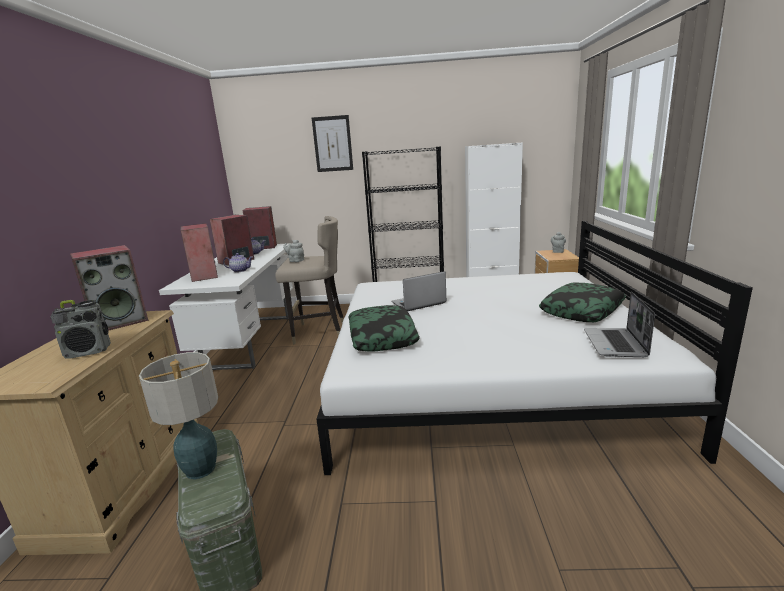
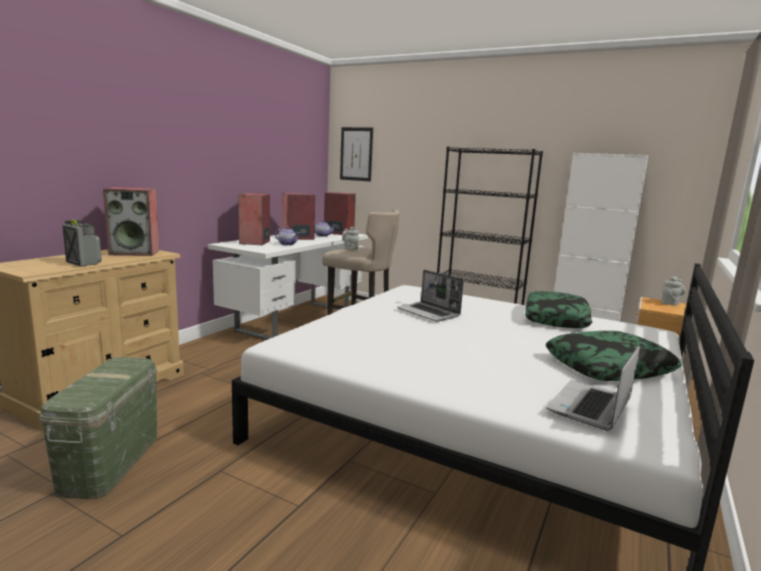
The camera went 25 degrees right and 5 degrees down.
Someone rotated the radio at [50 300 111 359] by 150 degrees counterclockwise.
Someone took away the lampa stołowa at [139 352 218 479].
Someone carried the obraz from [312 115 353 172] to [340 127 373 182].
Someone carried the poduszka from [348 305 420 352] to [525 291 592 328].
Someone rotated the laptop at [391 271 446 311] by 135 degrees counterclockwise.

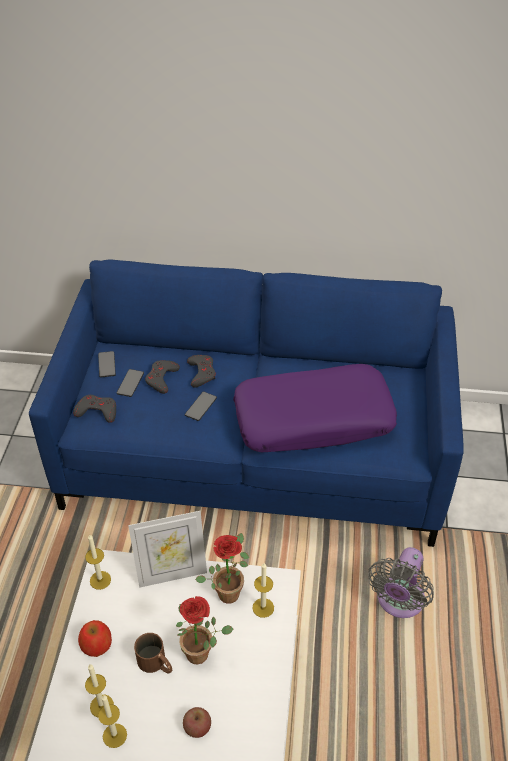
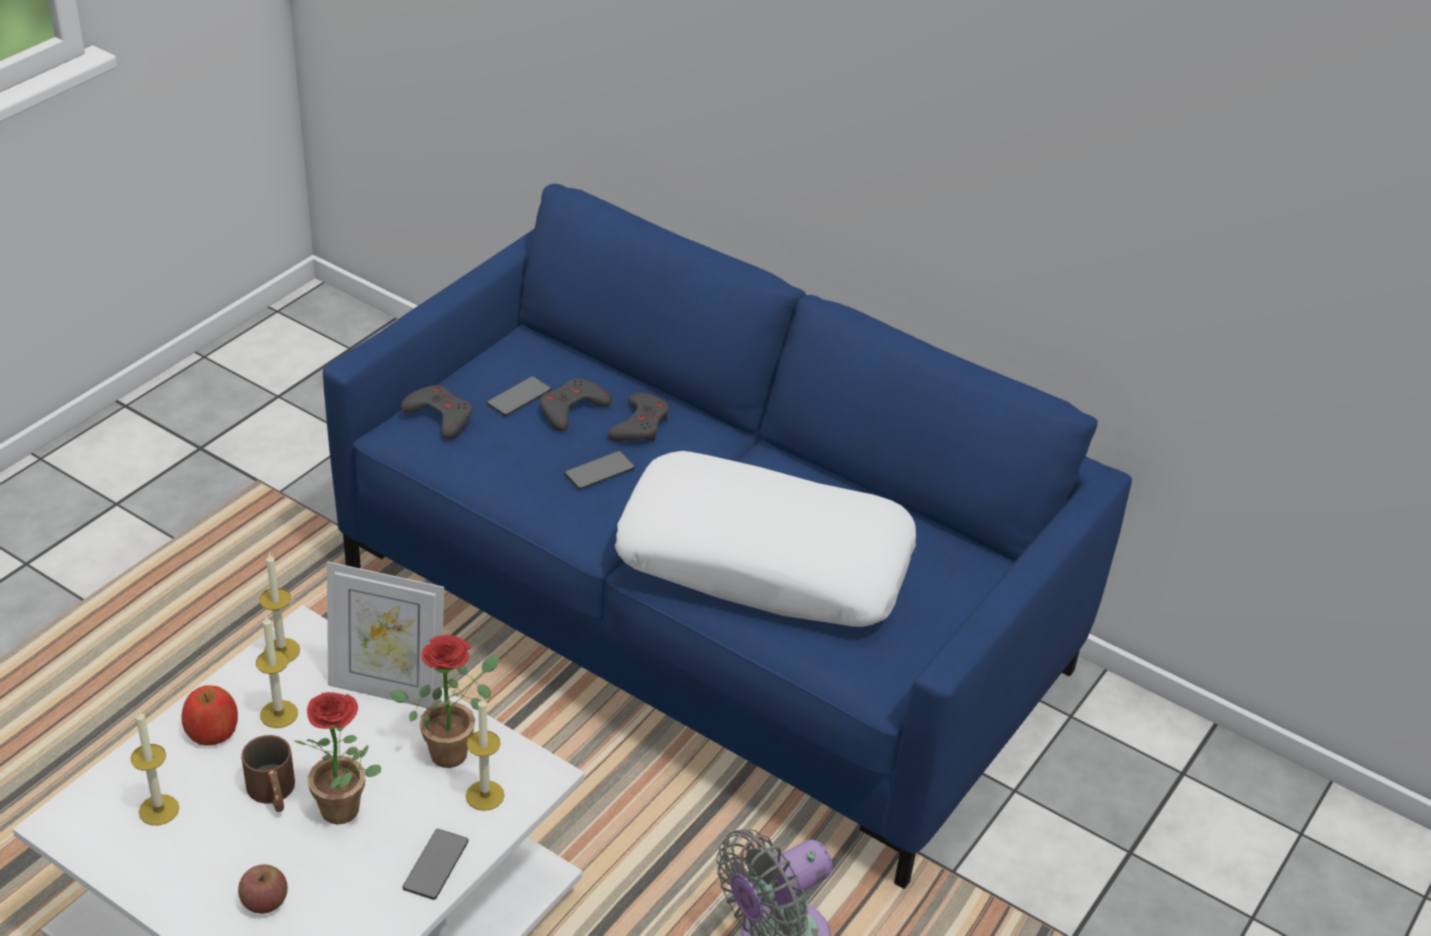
The camera went 25 degrees right and 5 degrees down.
Someone carried the telefon from [98 351 116 378] to [403 829 468 900].
Someone carried the świeca from [98 695 127 748] to [256 616 298 728].
Someone repainted the poduszka (fioletowy) at [233 364 397 452], which became the poduszka (biały) at [615 451 916 627].

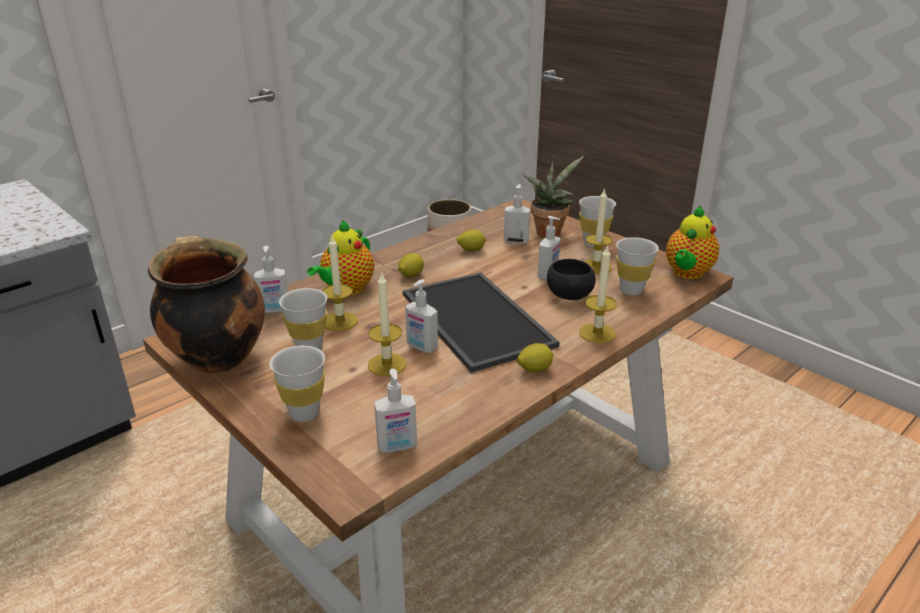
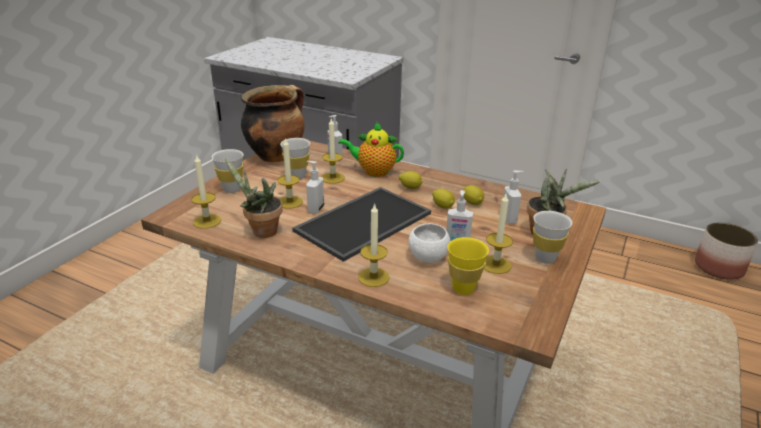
The camera went 70 degrees right and 0 degrees up.
Someone swapped the dozownik mydła at [374 369 417 453] for the świeca at [191 154 221 229].
Someone carried the cytryna from [517 343 554 373] to [432 189 455 209].
Someone repainted the miska (czarny) at [547 259 596 300], which became the miska (biały) at [408 223 450 263].
Someone repainted the filiżanka (biały) at [616 237 659 296], which became the filiżanka (żółty) at [448 237 489 295].
Someone took away the imbryk at [666 205 719 279].
Someone put down the roślina doniczkowa at [225 158 282 238].

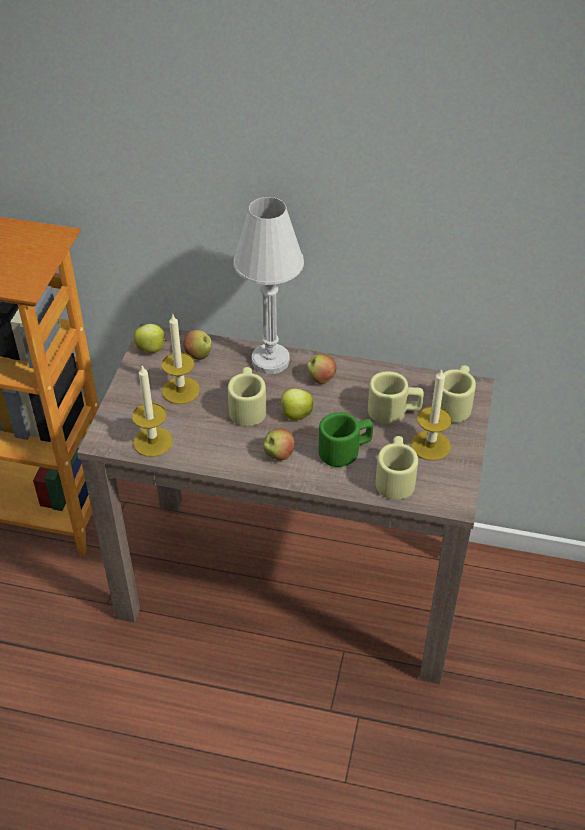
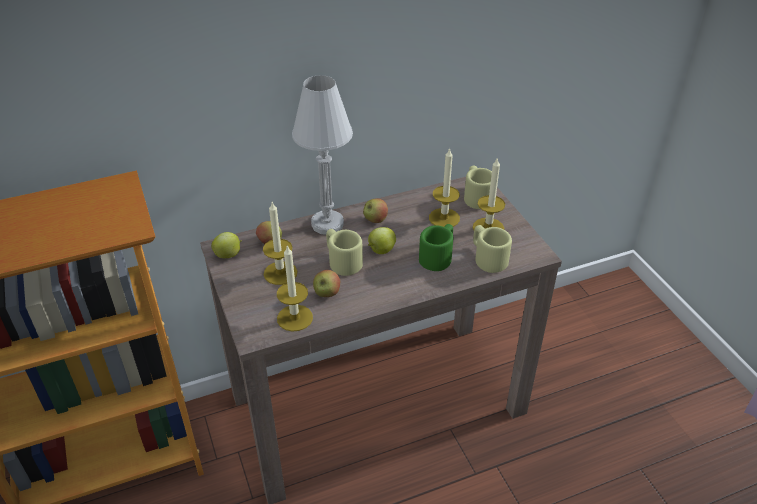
The camera went 35 degrees left and 5 degrees down.
Someone carried the jabłko from [263 429 295 460] to [313 270 340 297].
Someone swapped the kubek (beżowy) at [368 371 424 424] for the świeca at [429 148 460 227].

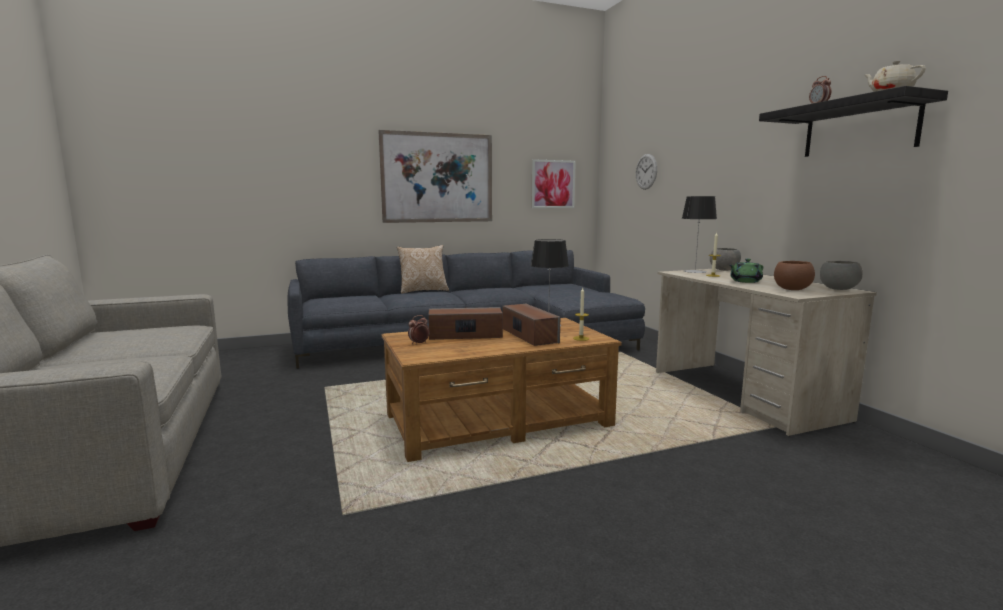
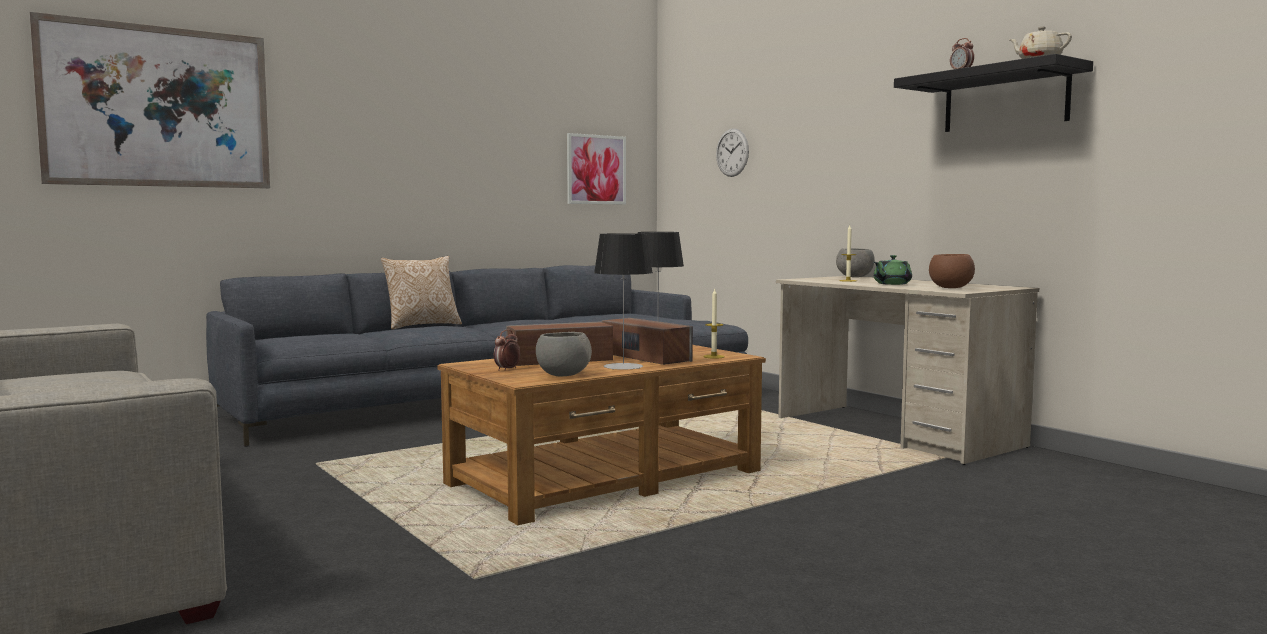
The camera went 15 degrees left and 5 degrees down.
Someone carried the obraz from [378 130 492 223] to [30 12 270 188].
Someone carried the lampa stołowa from [682 196 717 273] to [594 233 653 370].
Someone carried the miska (szary) from [820 261 863 290] to [536 332 592 376].

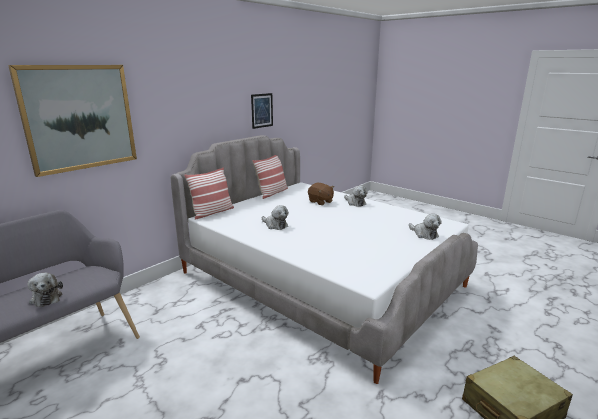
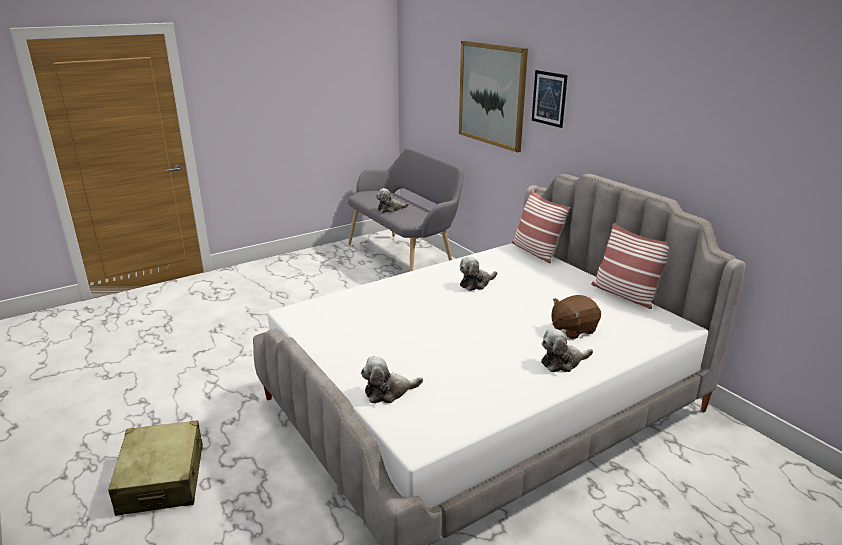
The camera went 105 degrees right and 5 degrees up.
Someone carried the obraz from [251 93 273 129] to [532 70 568 128].

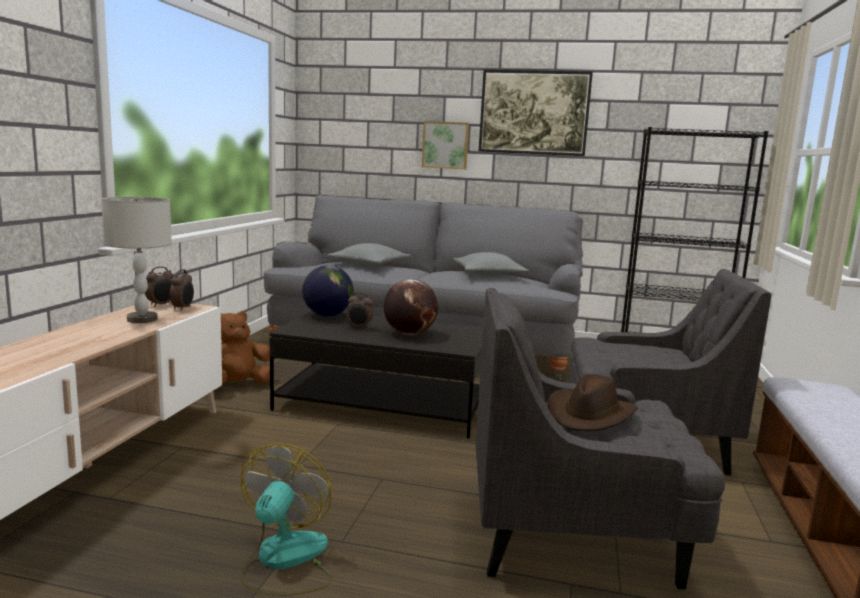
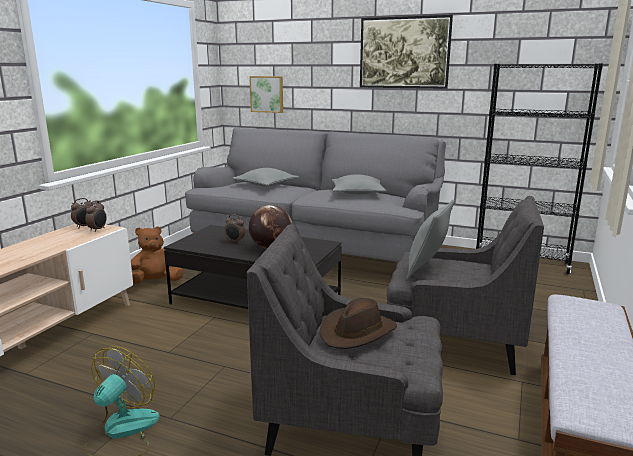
The camera went 10 degrees right and 5 degrees up.
Someone took away the lampa stołowa (szary) at [101 197 172 323].
Someone took away the globus at [302 265 354 316].
Someone carried the obraz from [422 121 469 169] to [249 76 283 113].
Someone put down the poduszka (szary) at [406 199 455 280].

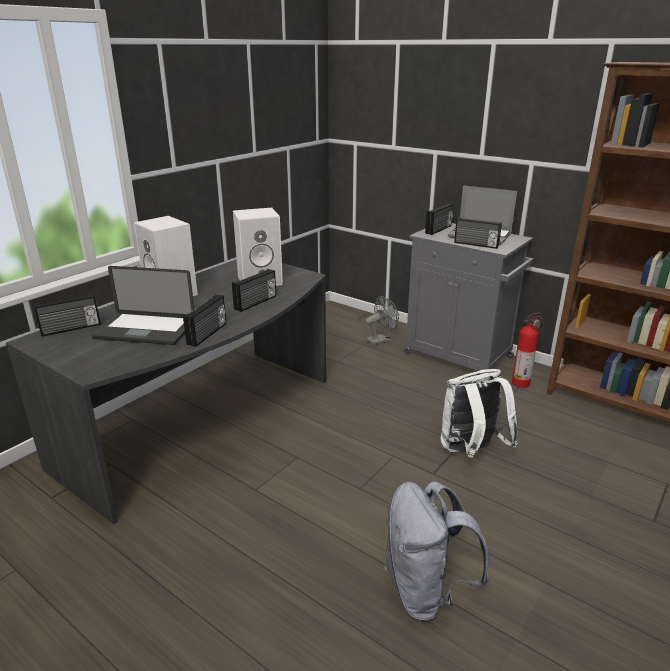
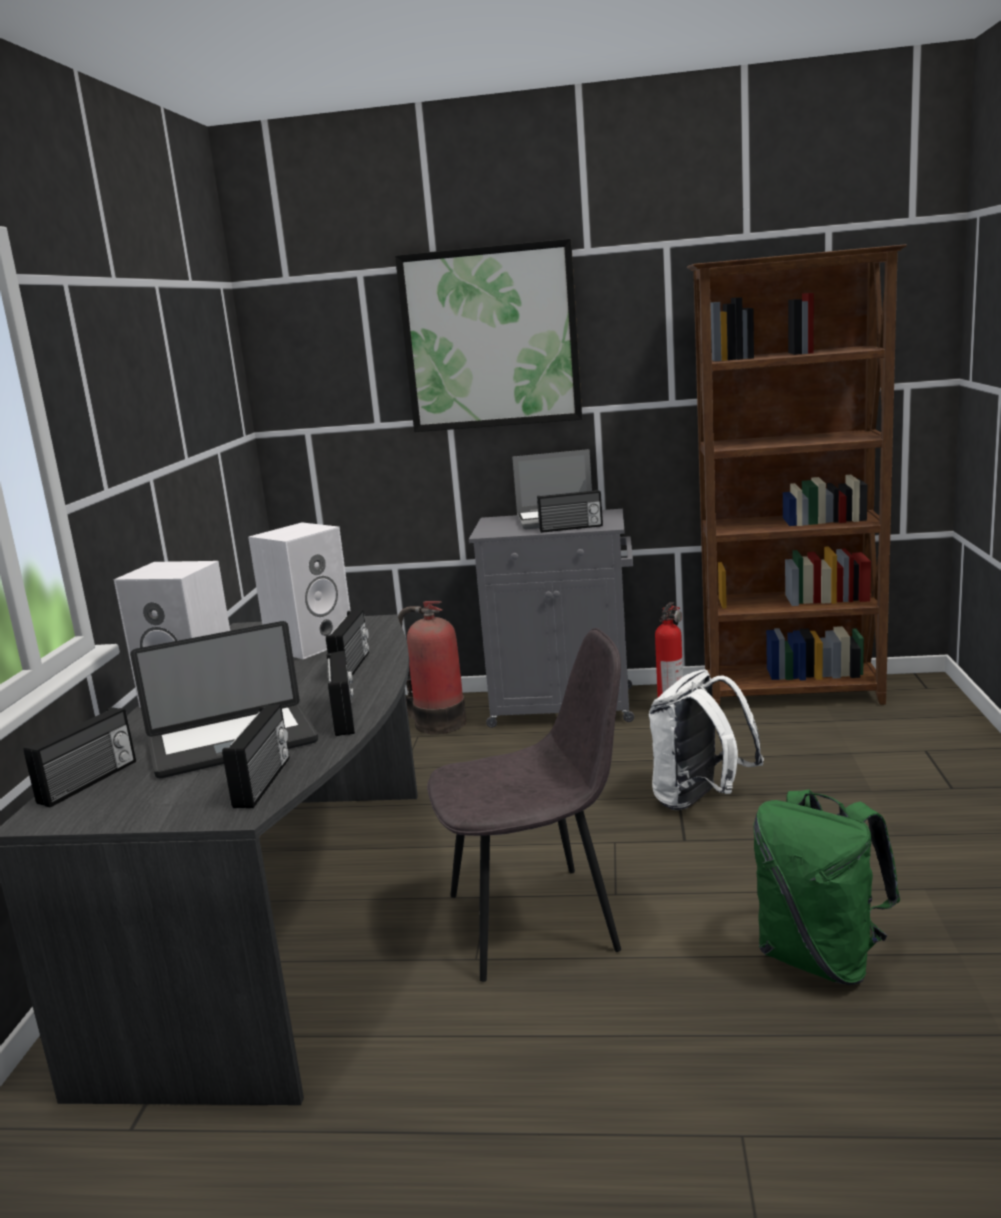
The camera went 30 degrees left and 10 degrees down.
Someone swapped the wentylator (szary) at [365 296 399 345] for the gaśnica at [398 601 467 734].
Someone repainted the plecak (szary) at [384 481 489 621], which became the plecak (zielony) at [753 789 900 985].
Someone carried the radio from [425 203 453 235] to [222 704 290 808].
Someone put up the obraz at [395 238 582 432].
Someone put down the krzesło (szary) at [427 628 621 982].

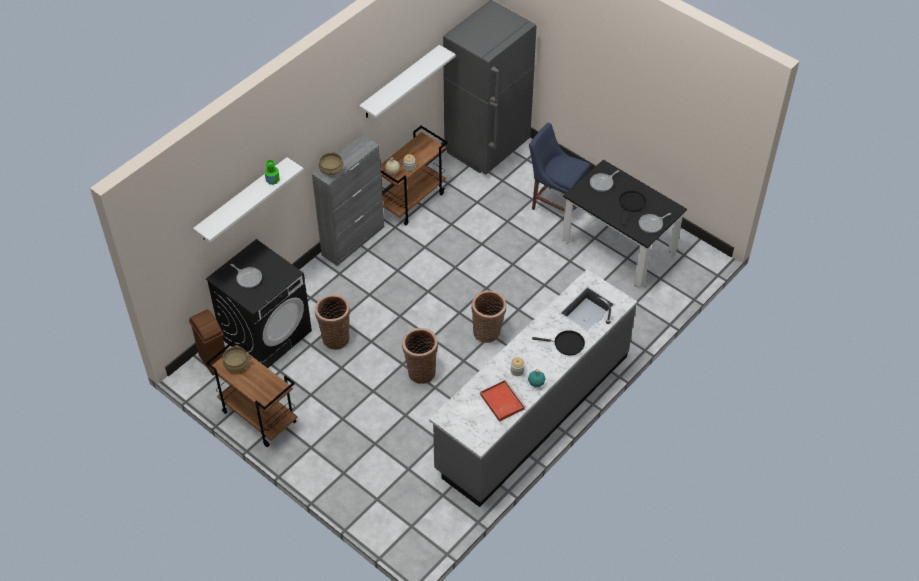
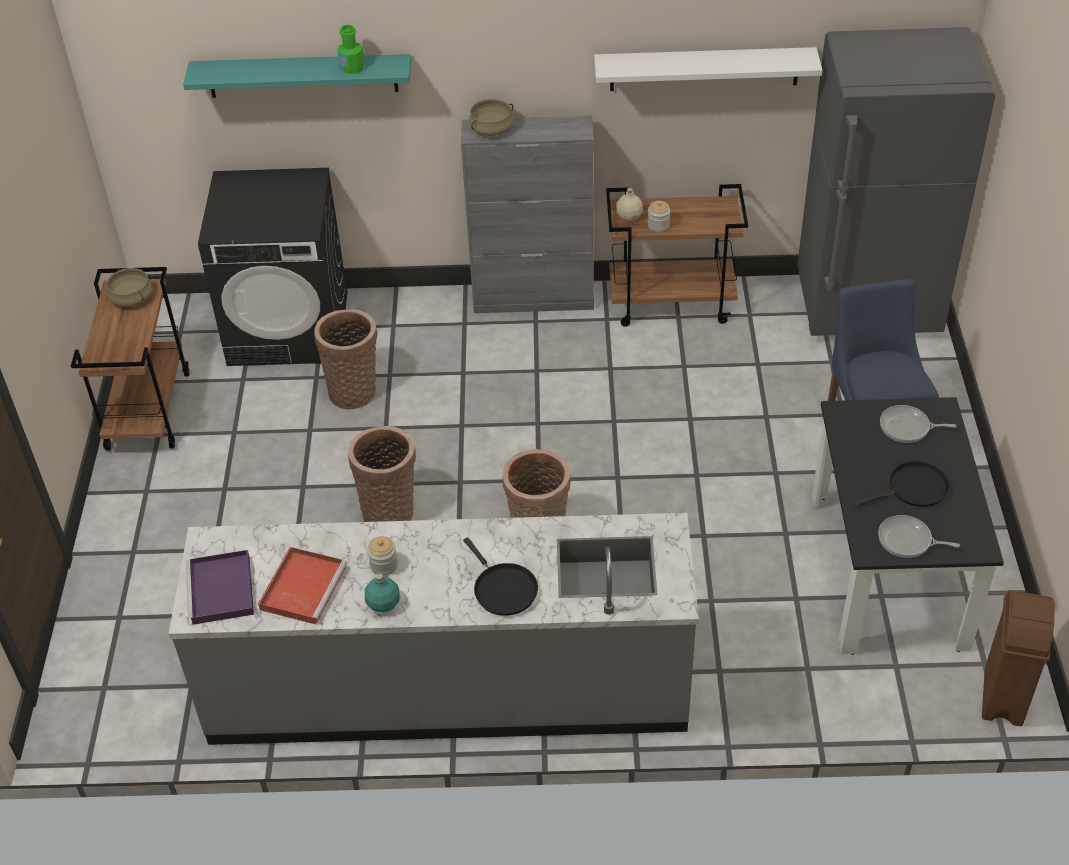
The camera went 50 degrees right and 5 degrees down.
Someone carried the kosz na śmieci (brązowy) from [189 310 226 375] to [982 590 1055 726].
Someone repainted the półka (biały) at [193 157 304 242], which became the półka (turkusowy) at [183 54 411 98].
Someone took away the patelnia at [230 264 262 288].
Someone put down the taca (fioletowy) at [186 550 254 625].

